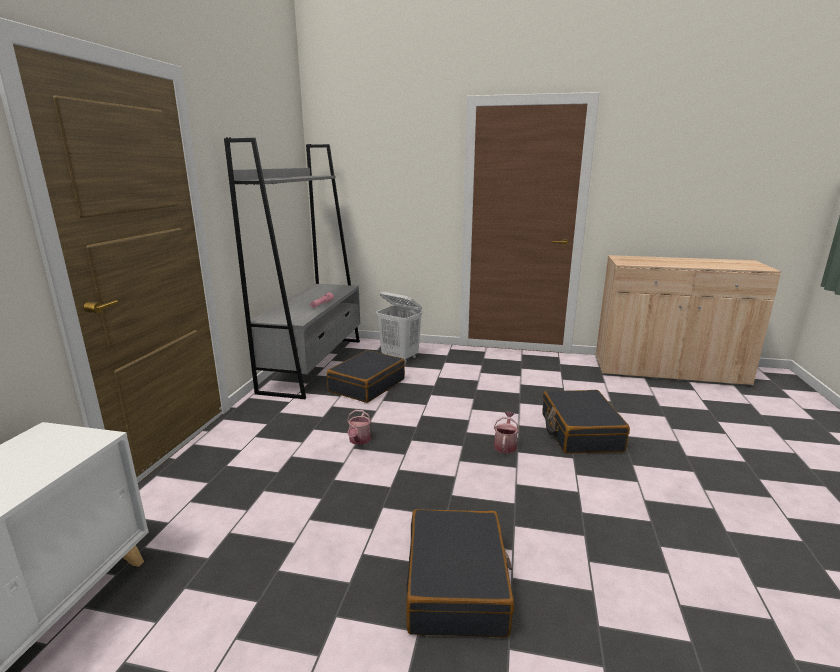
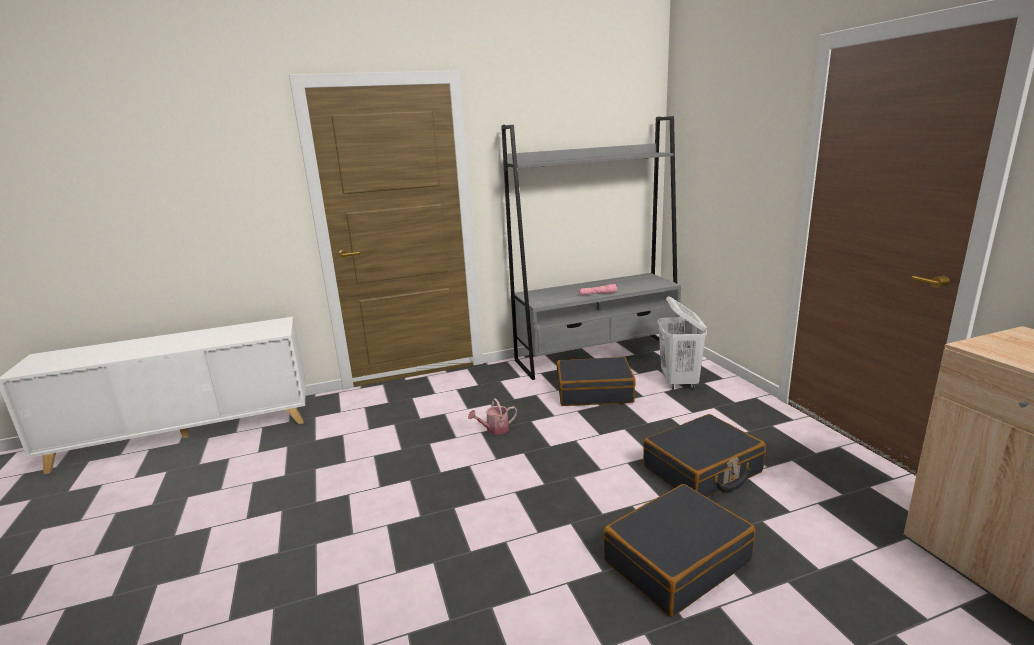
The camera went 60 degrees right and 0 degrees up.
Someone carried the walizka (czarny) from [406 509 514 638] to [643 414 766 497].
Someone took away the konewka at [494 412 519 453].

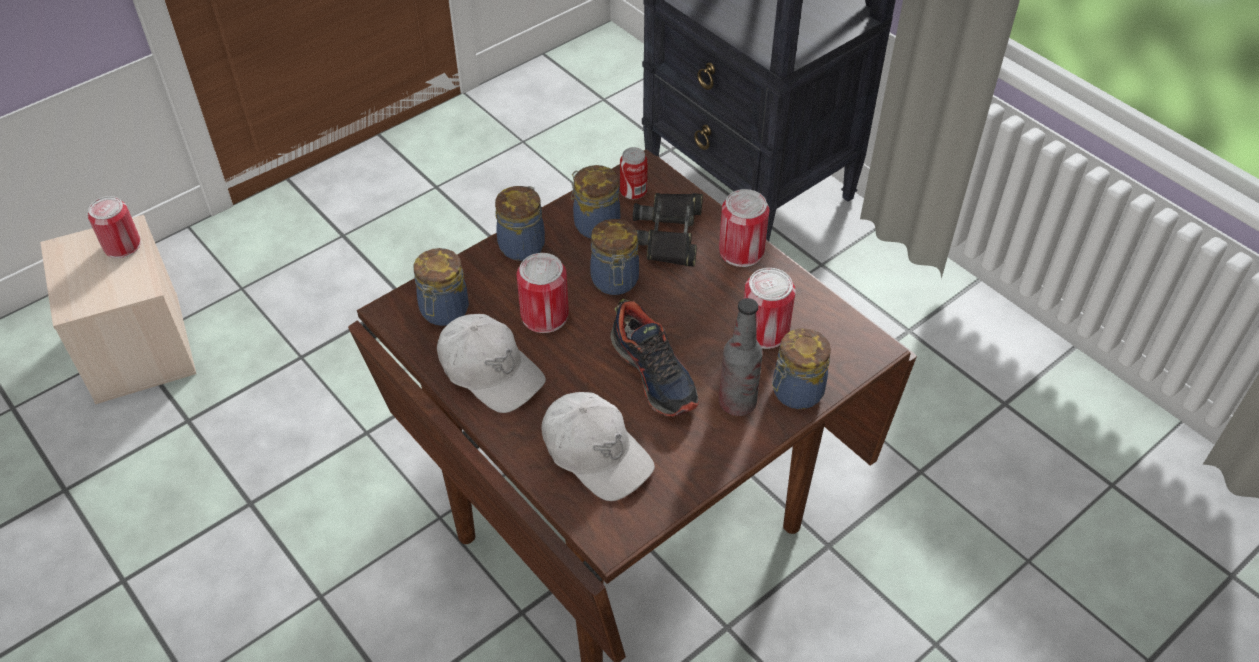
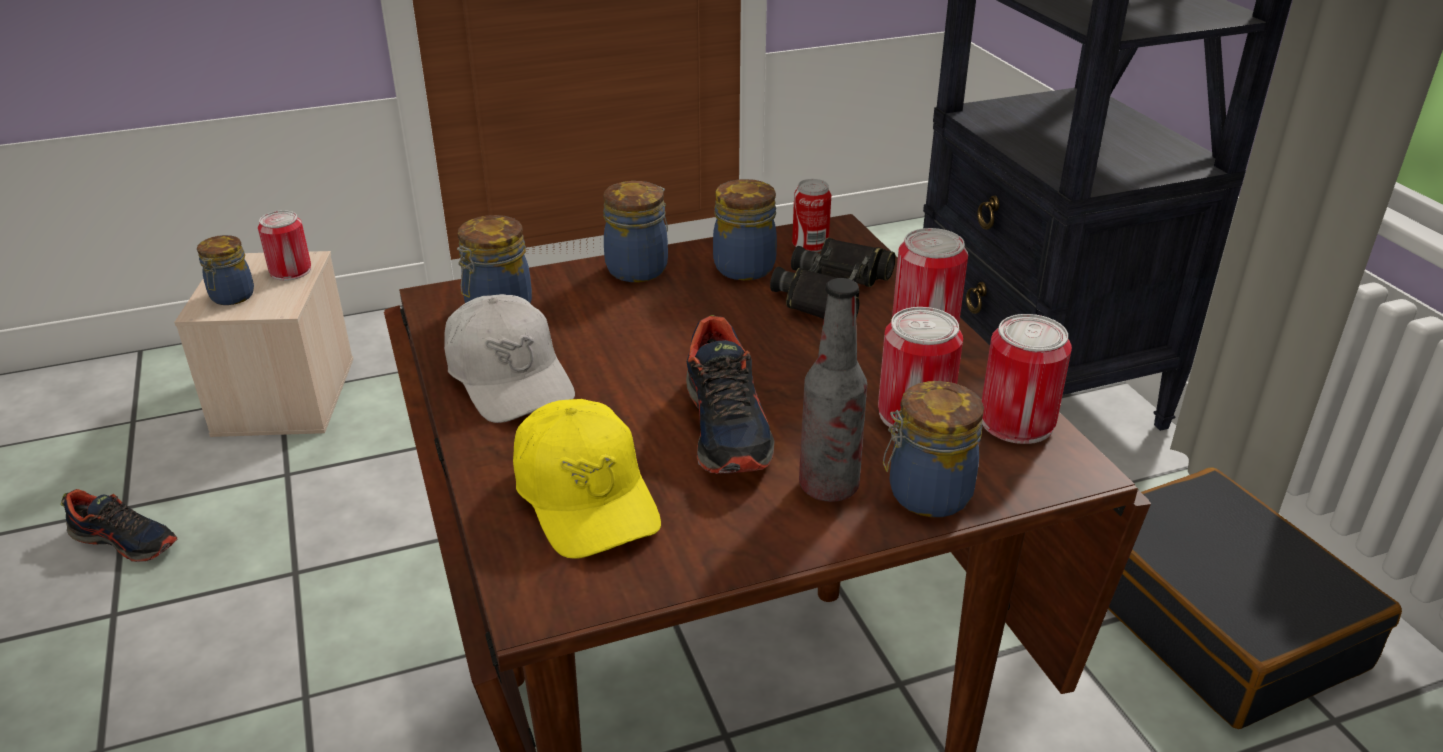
The camera went 20 degrees right and 15 degrees down.
Someone carried the puszka from [516 253 569 333] to [982 314 1072 444].
Someone repainted the czapka z daszkiem (biały) at [541 392 655 501], which became the czapka z daszkiem (żółty) at [513 399 661 559].
Someone carried the słoik from [590 219 639 295] to [197 235 254 305].
Someone put down the but at [60 489 177 562].
Someone put down the walizka (czarny) at [1108 467 1402 729].

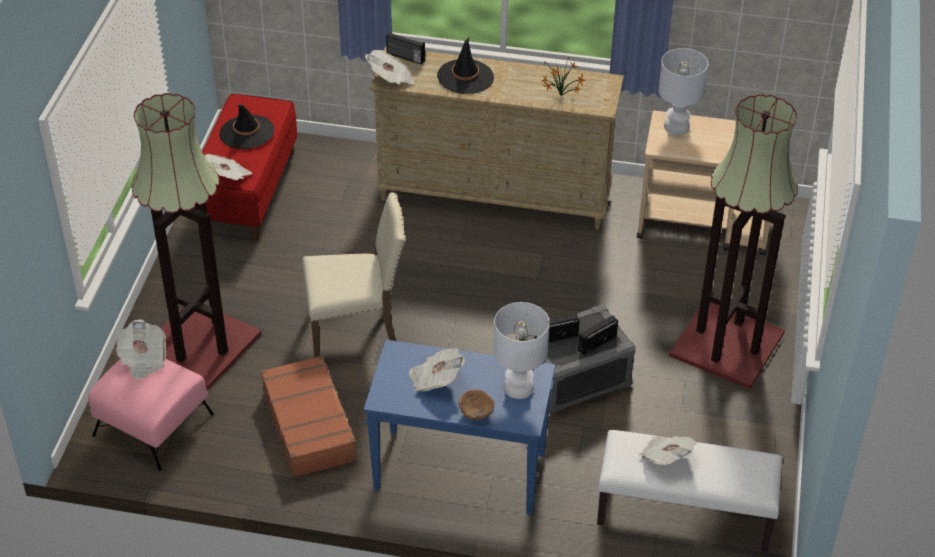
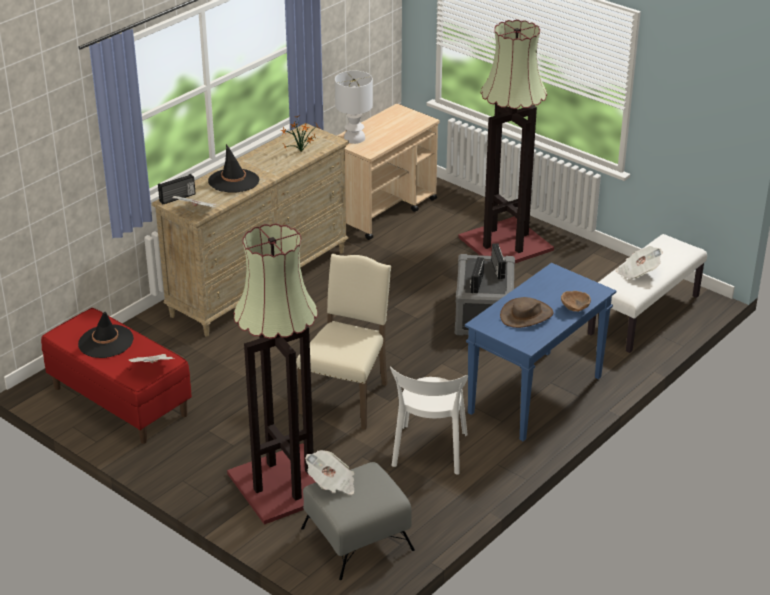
The camera went 60 degrees left and 10 degrees down.
Someone repainted the pufa (różowy) at [88 358 214 471], which became the pufa (szary) at [301 462 415 580].
Someone swapped the walizka (brązowy) at [260 356 358 478] for the krzesło (biały) at [390 366 468 475].
Someone swapped the gazeta at [409 348 465 392] for the kapelusz (brązowy) at [500 297 553 328].
Someone took away the lampa stołowa (biały) at [493 302 550 399].

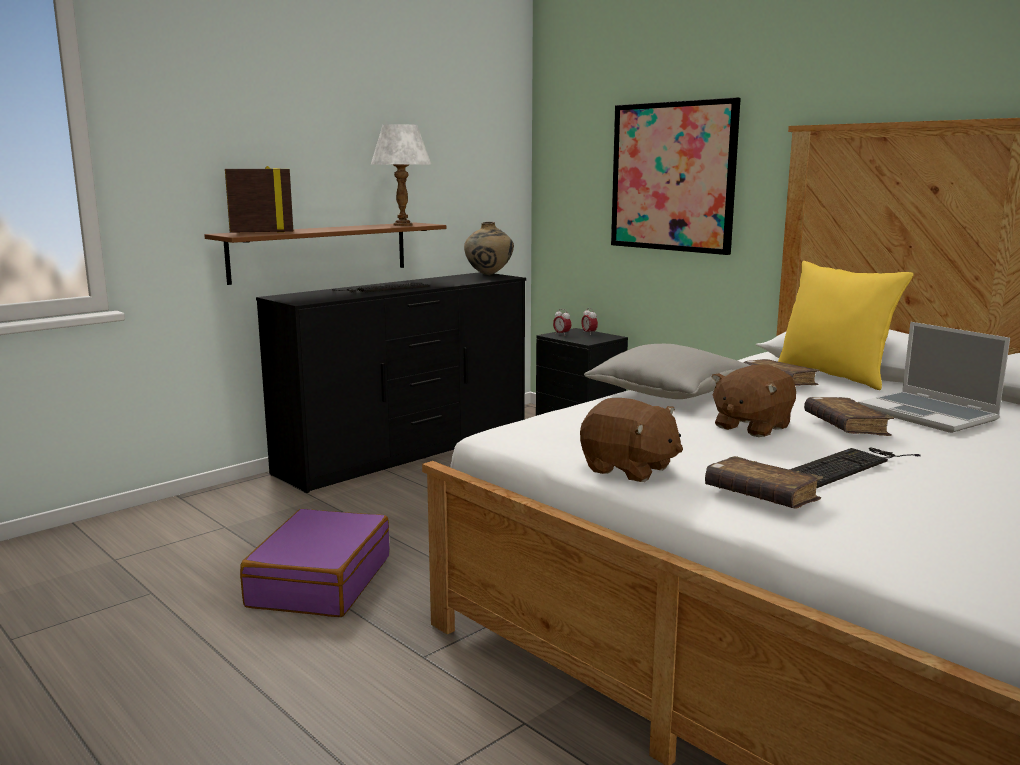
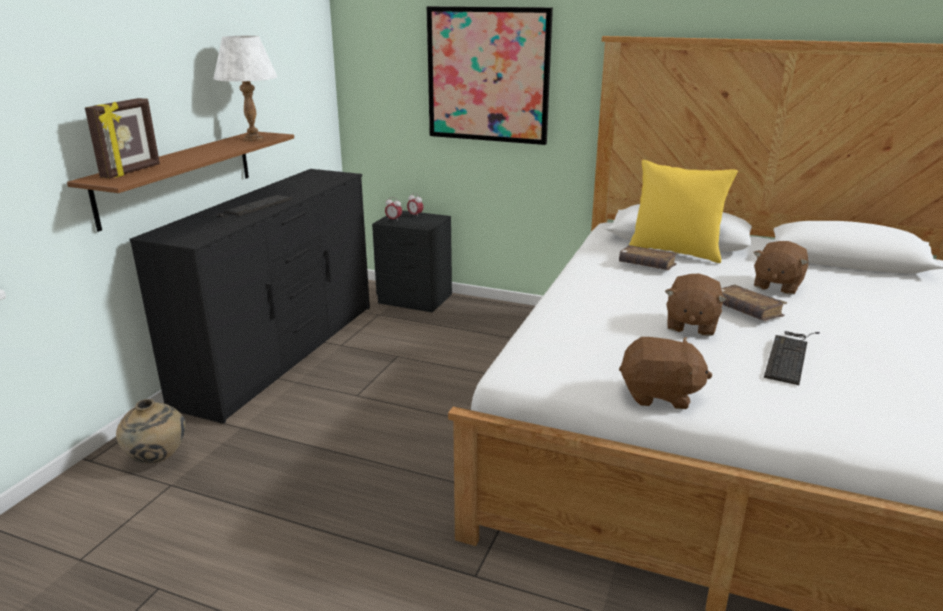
The camera went 25 degrees left and 10 degrees up.
Someone rotated the ramka na zdjęcie at [225 166 293 233] by 150 degrees clockwise.
Someone took away the walizka (fioletowy) at [240 509 390 617].
Someone carried the wazon (beżowy) from [464 222 514 275] to [116 399 186 464].
Someone took away the poduszka (szary) at [584 344 751 399].
Someone took away the książka (brązowy) at [705 456 823 509].
Someone swapped the laptop at [858 322 1010 433] for the pluszak (brązowy) at [754 241 808 295].

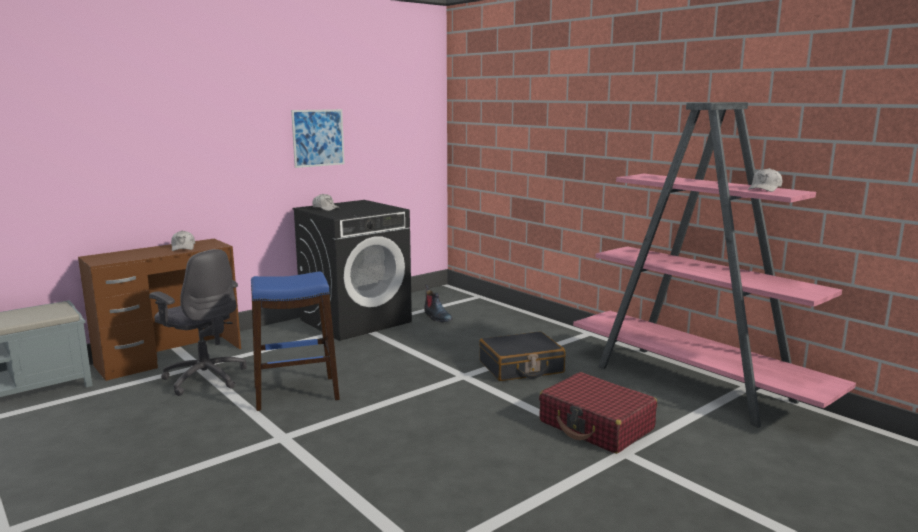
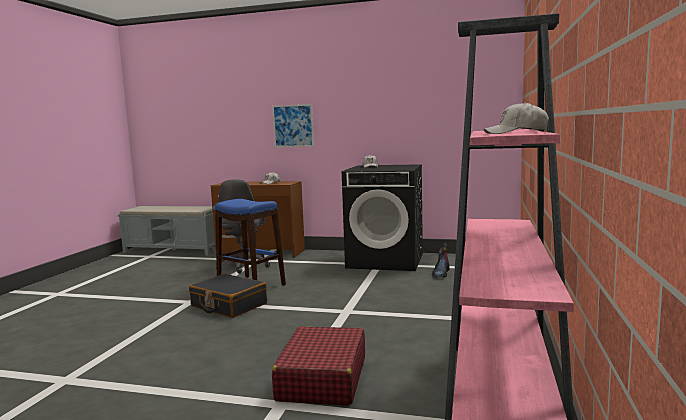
The camera went 55 degrees right and 5 degrees down.
Someone carried the obraz from [291 109 344 168] to [273 104 314 147].
Someone carried the walizka (czarny) from [479 331 565 381] to [189 274 267 318].

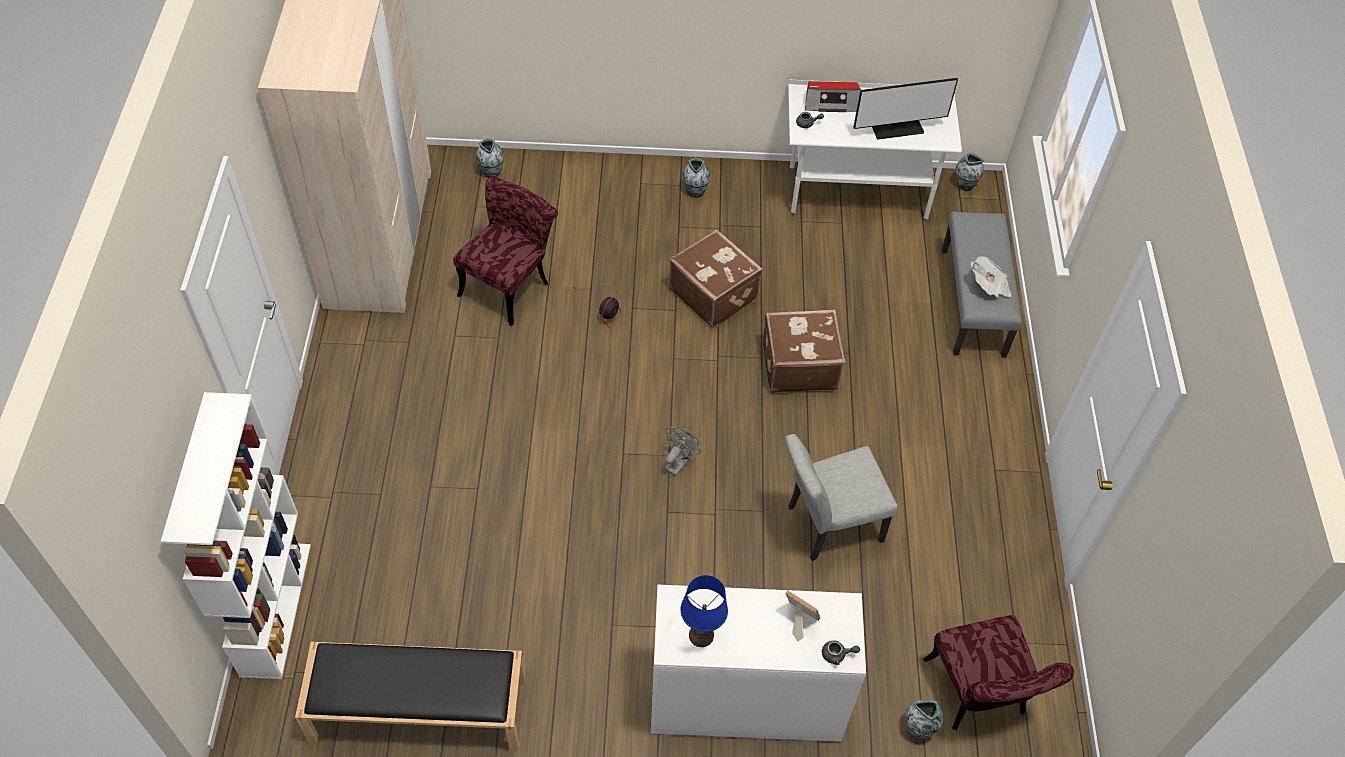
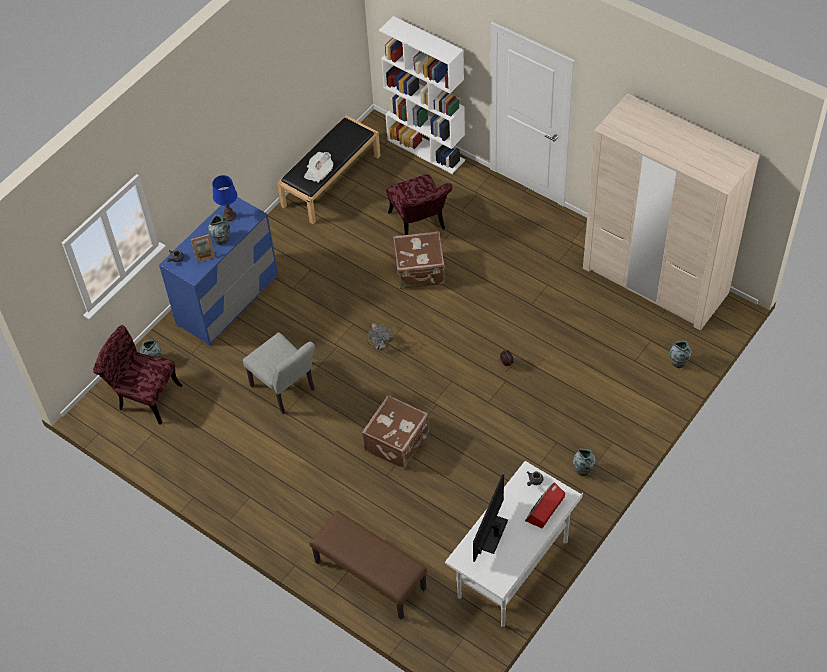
The camera went 130 degrees right and 0 degrees up.
Someone carried the krzesło (czerwony) from [453 177 558 326] to [386 174 452 235].
Someone repainted the komoda (biały) at [651 585 866 742], which became the komoda (niebieski) at [159 197 278 345].
Someone carried the walizka (brązowy) from [669 229 763 328] to [393 231 445 289].
Someone rotated the krzesło (szary) at [785 434 898 561] by 120 degrees clockwise.
Someone repainted the ławka (szary) at [942 212 1022 357], which became the ławka (brązowy) at [309 511 427 620].
Someone carried the wazon from [956 152 984 191] to [208 214 230 245].
Someone carried the gazeta from [971 256 1012 297] to [304 152 333 183].

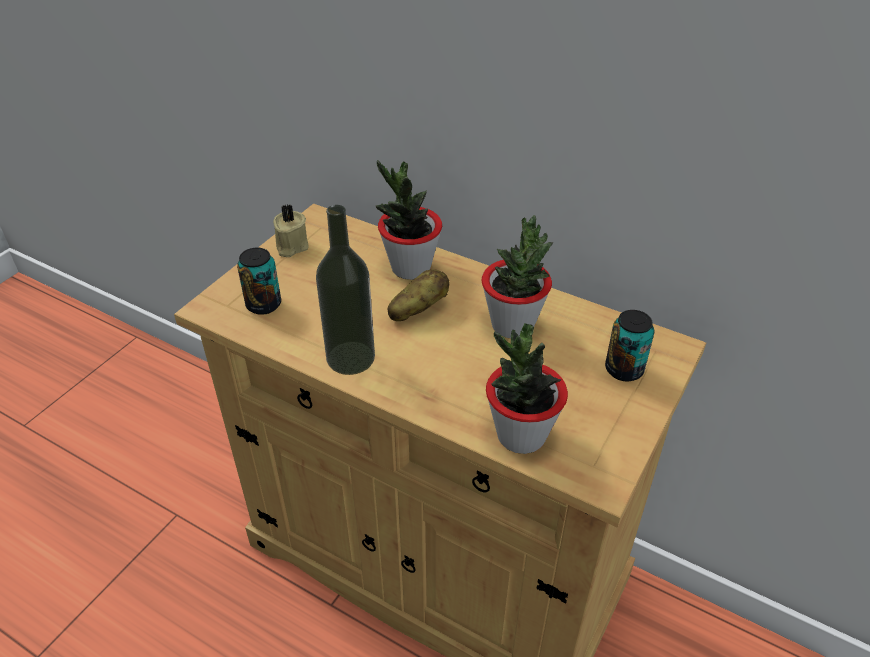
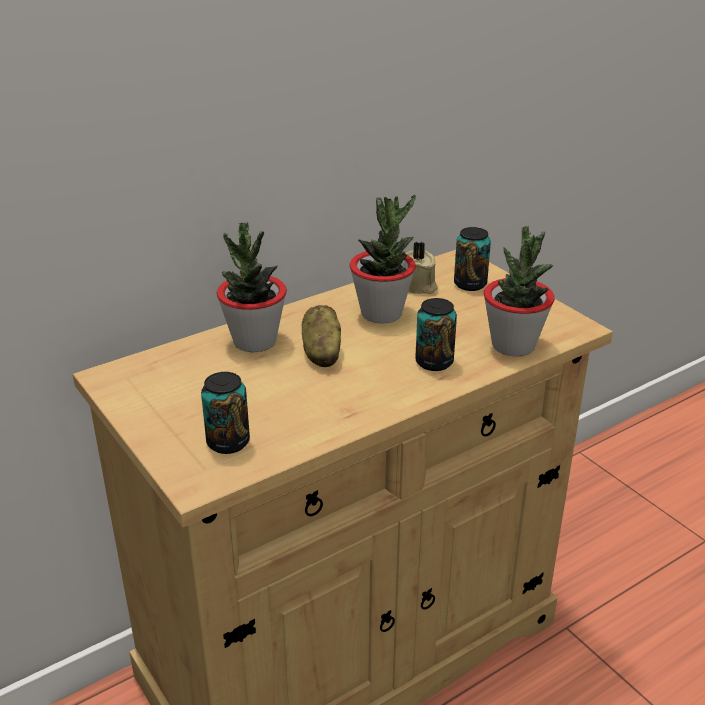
The camera went 65 degrees left and 10 degrees down.
Someone carried the świeca (beżowy) from [273 205 309 257] to [406 242 438 294].
Someone took away the butelka at [316 205 375 375].
Someone put down the puszka at [415 298 457 371].

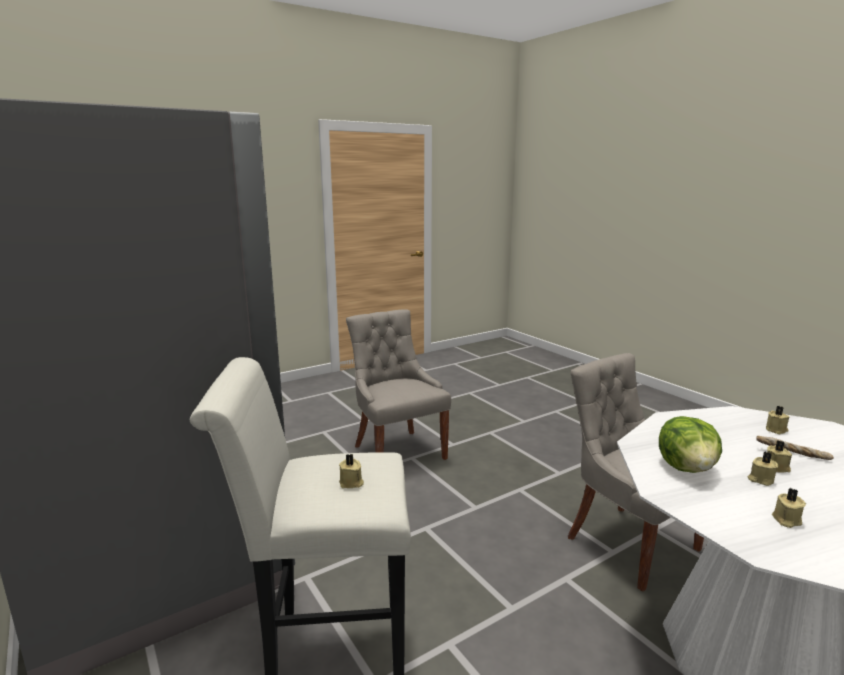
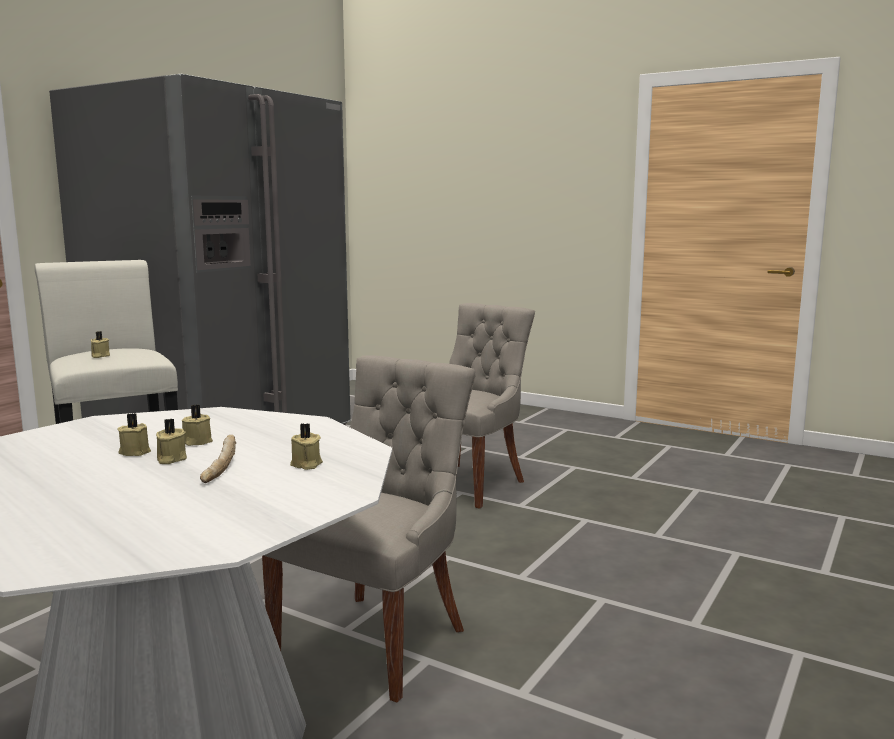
The camera went 65 degrees right and 5 degrees down.
Someone took away the sałata at [659 416 722 473].
Someone carried the świeca (beżowy) from [772 488 806 528] to [182 405 213 446].

